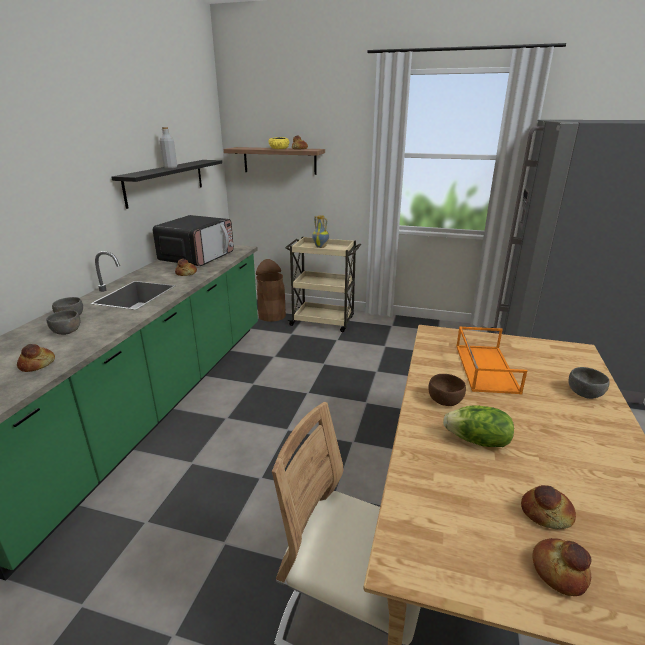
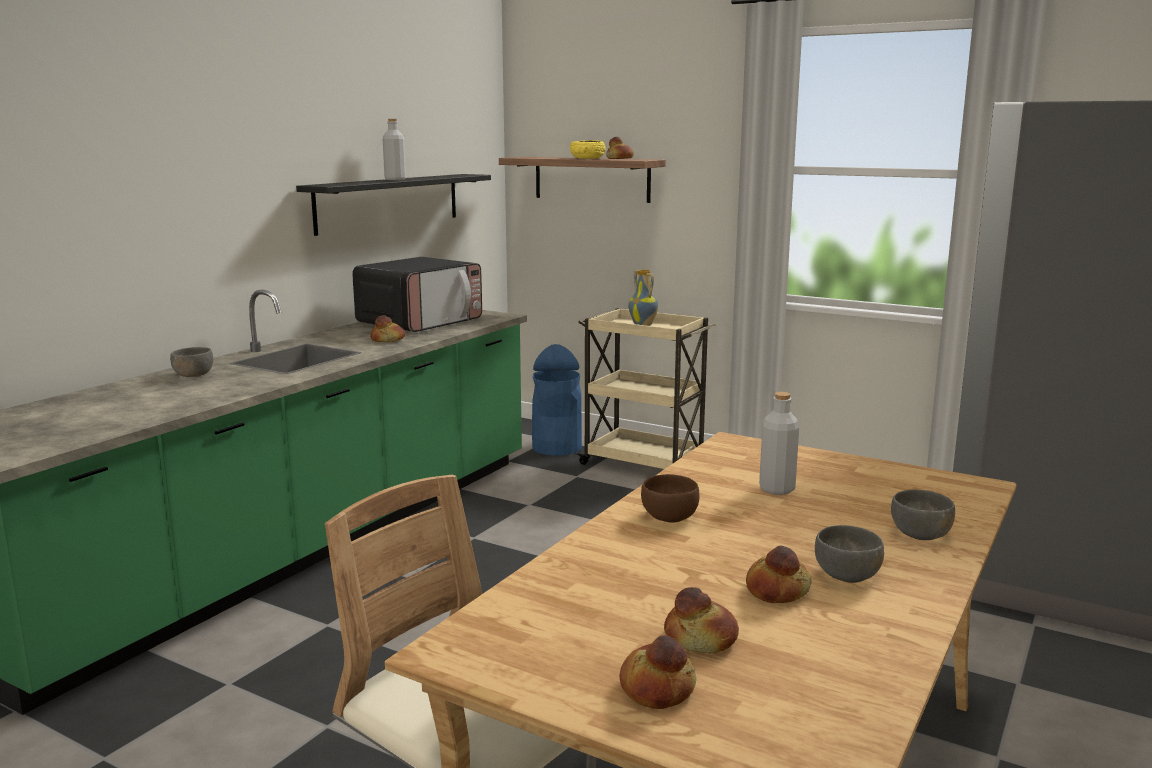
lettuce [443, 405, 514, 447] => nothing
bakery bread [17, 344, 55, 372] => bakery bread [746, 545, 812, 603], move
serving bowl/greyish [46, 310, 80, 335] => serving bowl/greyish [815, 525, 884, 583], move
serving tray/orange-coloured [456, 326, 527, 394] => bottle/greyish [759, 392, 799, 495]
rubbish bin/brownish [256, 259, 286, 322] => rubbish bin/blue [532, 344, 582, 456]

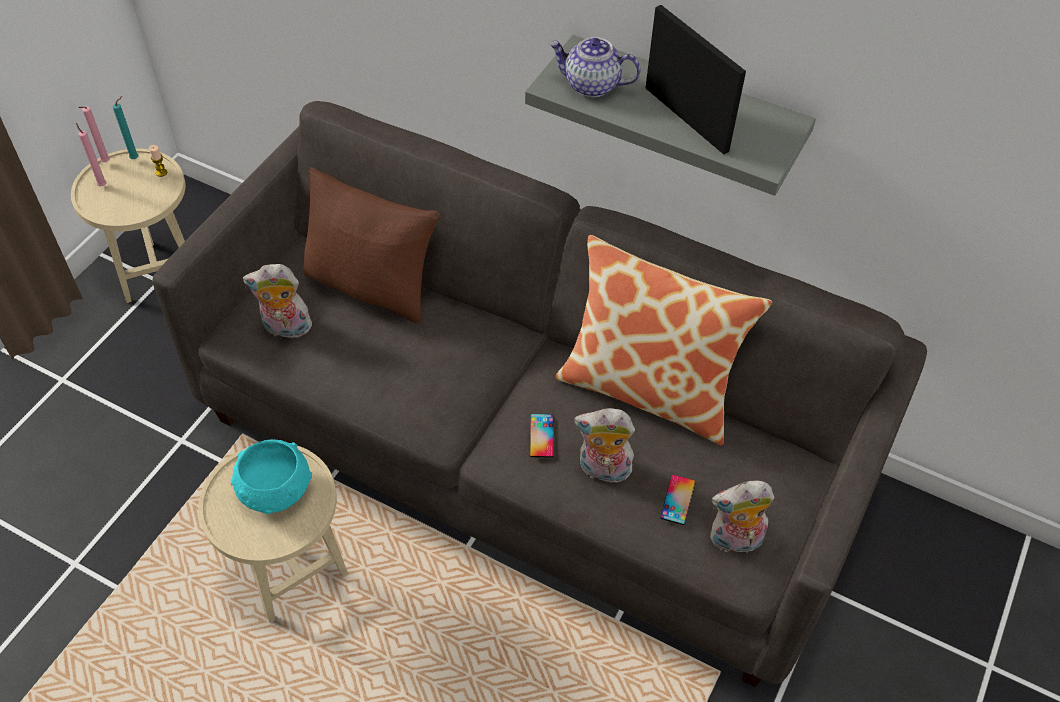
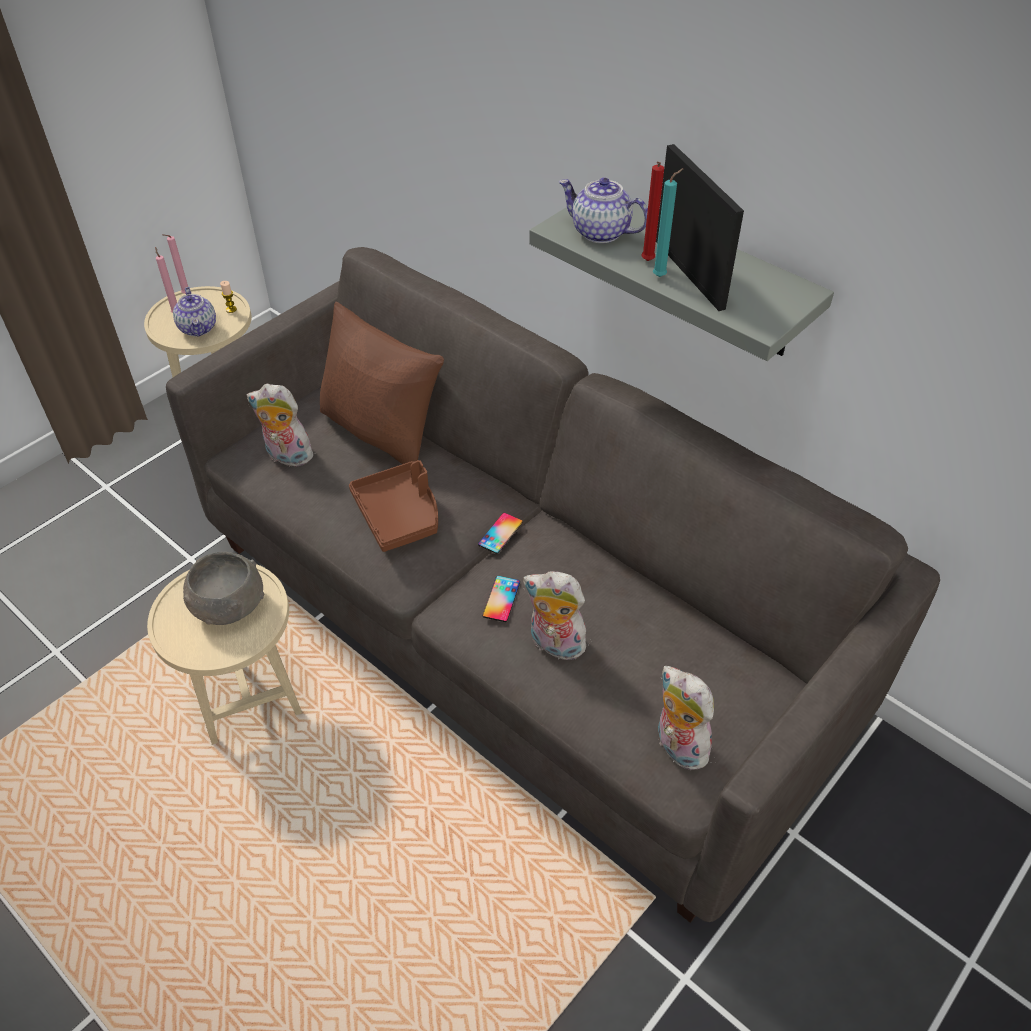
throw pillow [555, 235, 772, 445] => nothing
nothing => pot for tea [173, 287, 216, 337]
nothing => serving tray/brownish [349, 460, 438, 552]
nothing => candle/reddish [642, 161, 664, 261]
candle/turquoise-coloured [112, 96, 139, 159] => candle/turquoise-coloured [653, 168, 684, 277], move
handset [660, 475, 696, 525] => handset [478, 513, 523, 554], move
serving bowl/turquoise-coloured [231, 439, 312, 514] => serving bowl/greyish [183, 552, 264, 625]
plush toy [710, 481, 775, 557] => plush toy [658, 666, 714, 770], 45 degrees clockwise

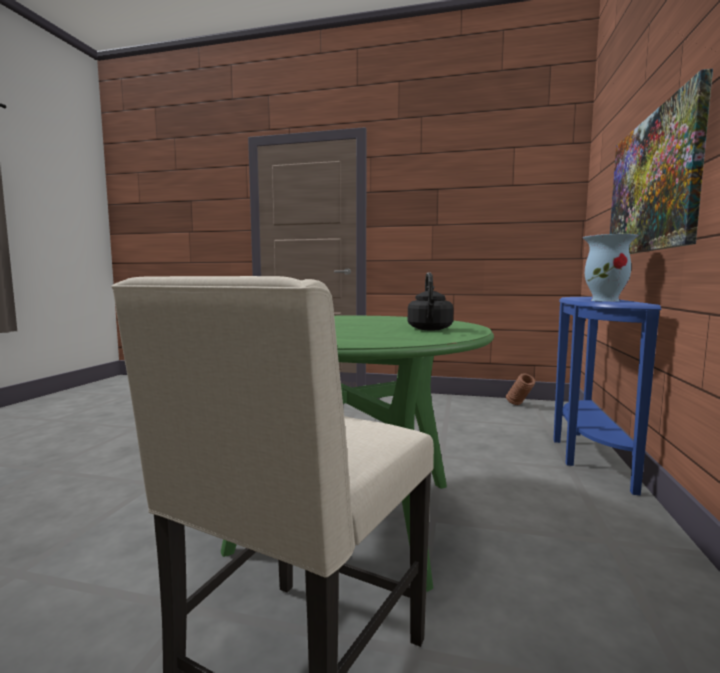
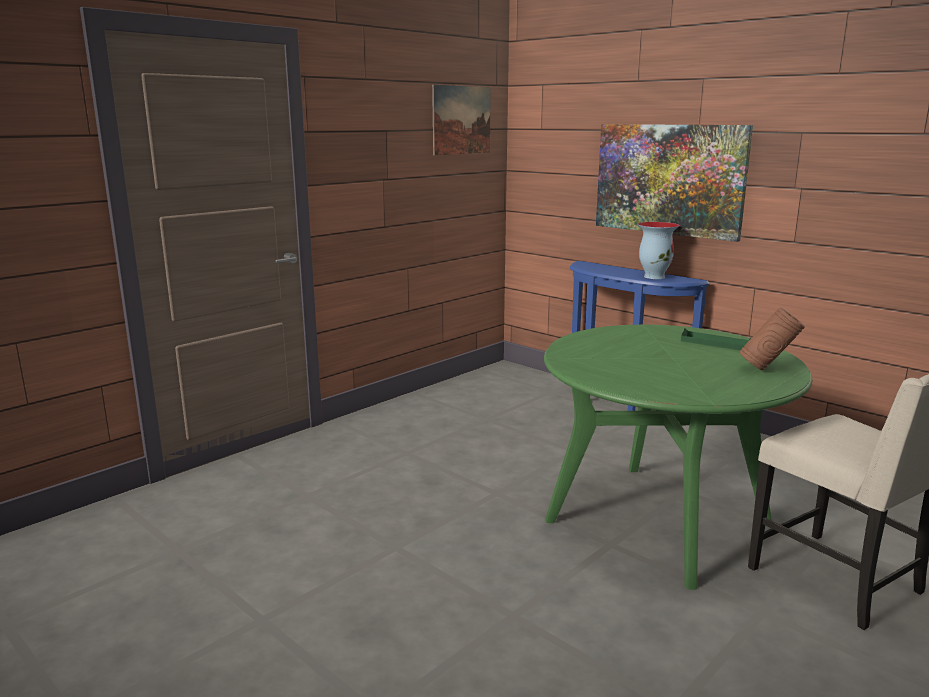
nothing => wall art [432, 85, 491, 155]
decorative vase/brownish [506, 373, 535, 405] => decorative vase/brownish [739, 308, 805, 371], move
tea kettle/black [408, 272, 454, 330] => serving tray/green [681, 328, 751, 350]

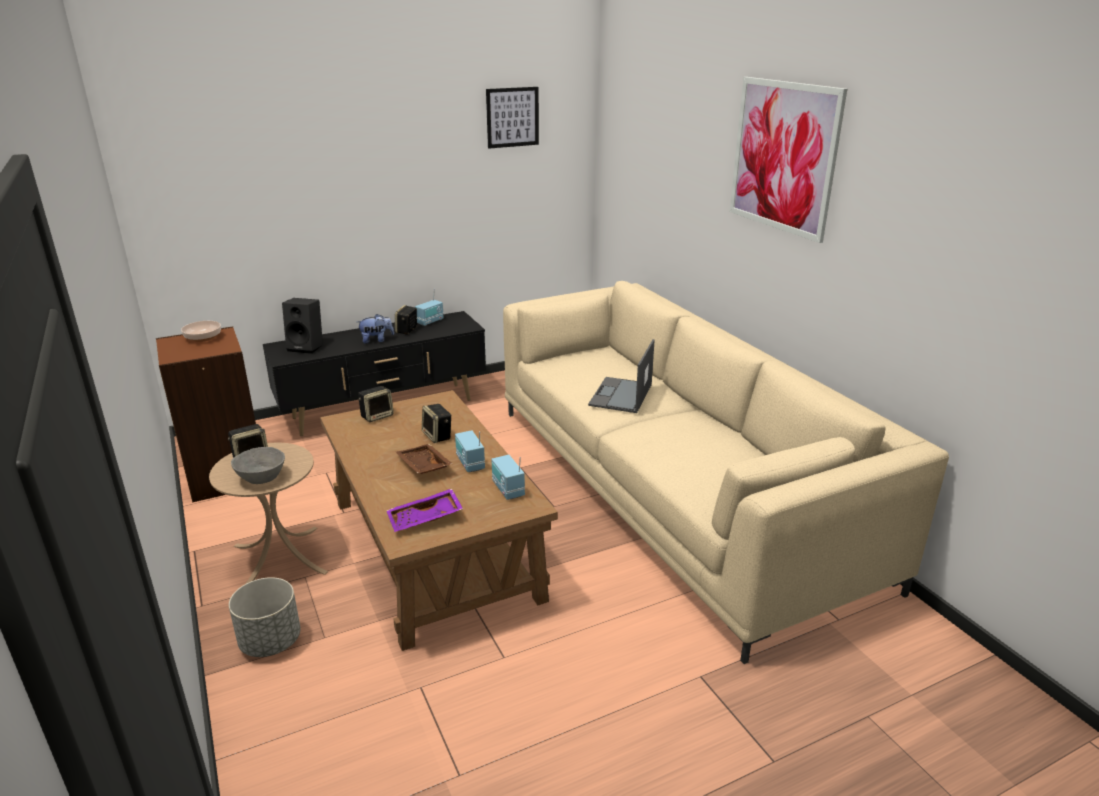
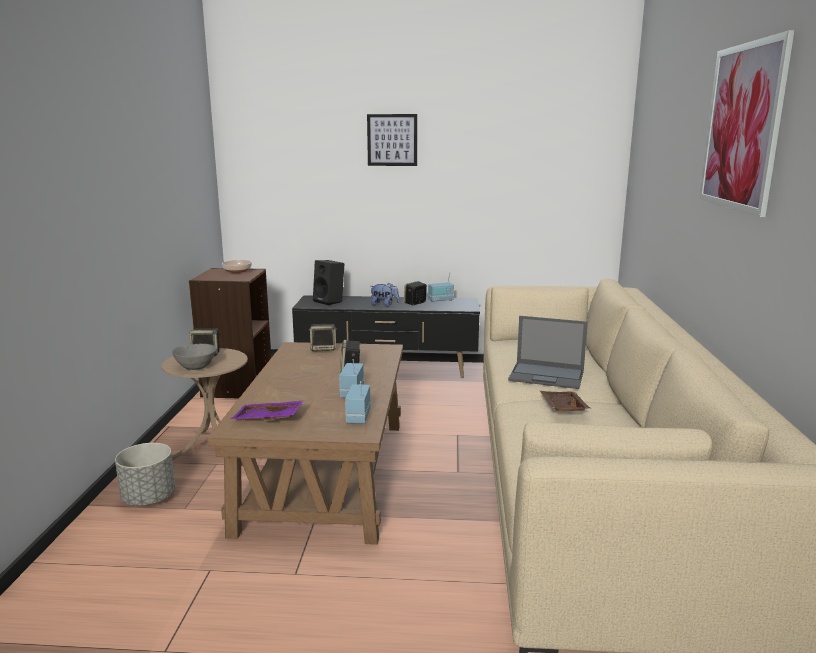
serving tray/brownish [396, 444, 453, 474] => serving tray/brownish [540, 391, 591, 411], move
wall art [486, 87, 539, 149] => wall art [367, 114, 417, 166], move
portable computer [588, 339, 655, 413] => portable computer [508, 316, 588, 389], 120 degrees counterclockwise

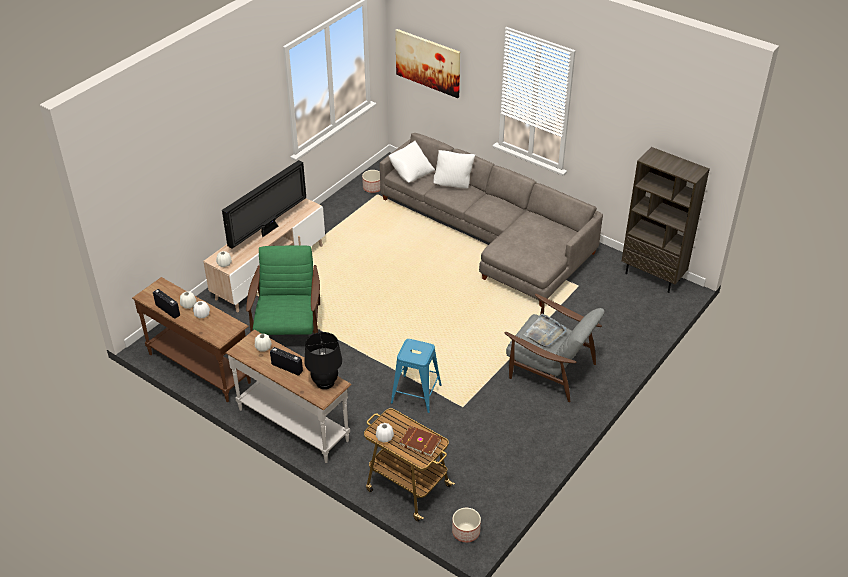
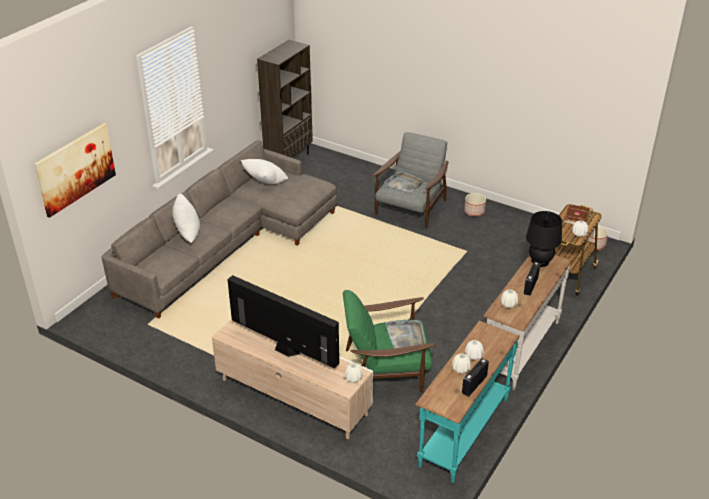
sitting stool/blue [391, 339, 441, 413] => nothing
nothing => serving tray/greyish [386, 320, 426, 348]
flower pot [362, 170, 380, 193] => flower pot [464, 193, 486, 217], move
throw pillow/white [389, 141, 435, 183] => throw pillow/white [241, 159, 288, 184], move
console table/brownish [132, 277, 251, 402] => console table/turquoise-coloured [415, 321, 520, 483]

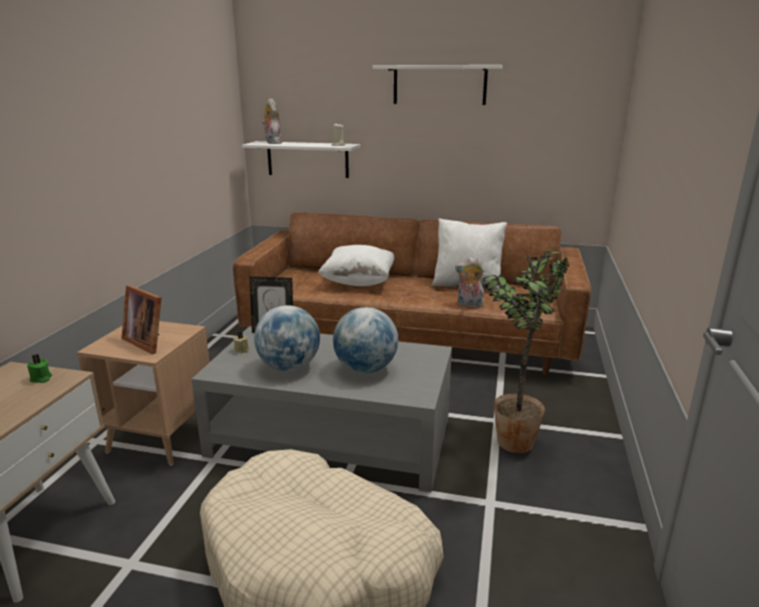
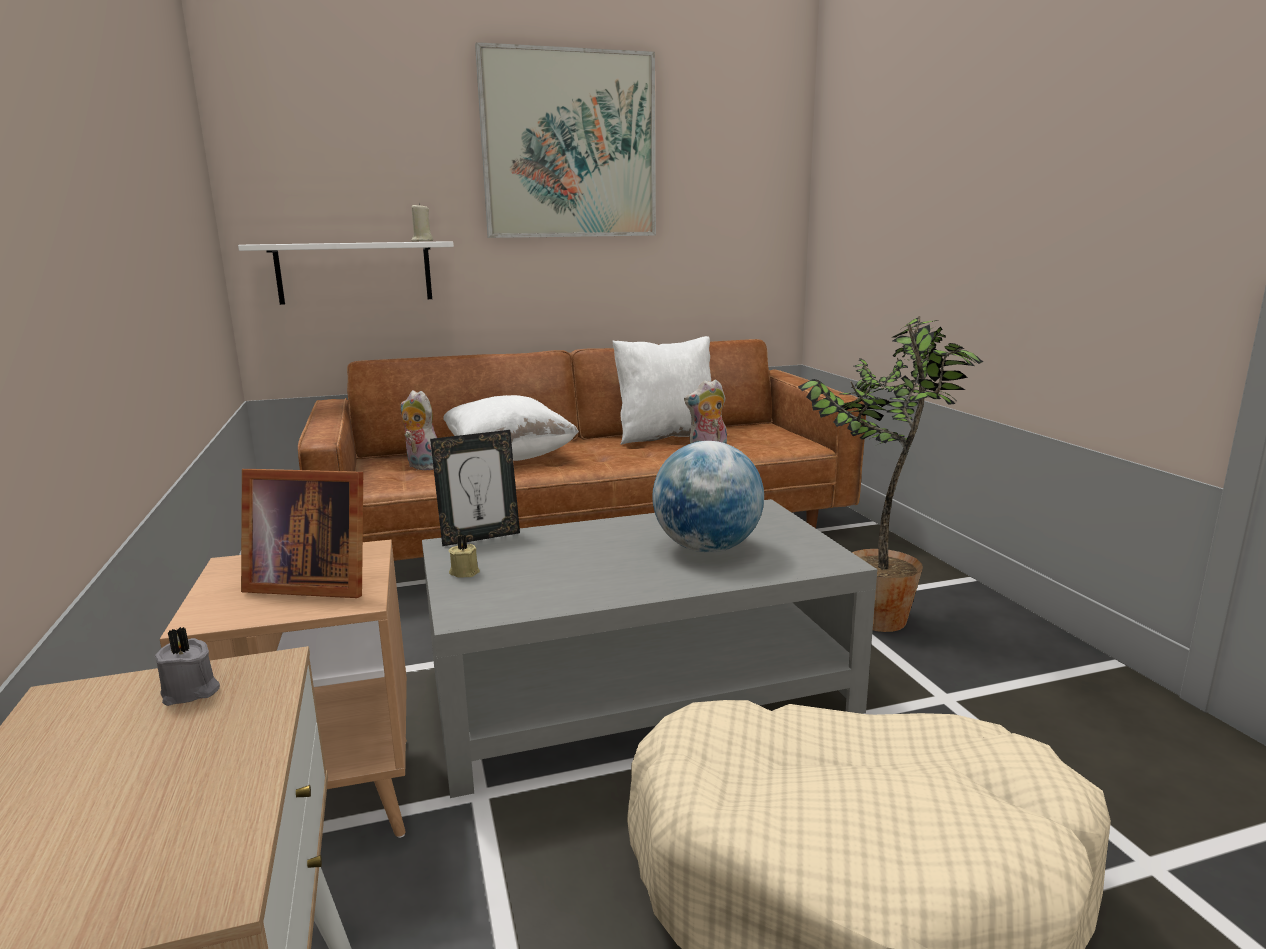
desk globe [254, 305, 320, 371] => nothing
plush toy [262, 99, 282, 144] => plush toy [401, 390, 437, 470], move
wall shelf/white [373, 65, 502, 105] => wall art [475, 42, 656, 238]
candle/green [27, 354, 52, 383] => candle/greyish [155, 627, 220, 706]

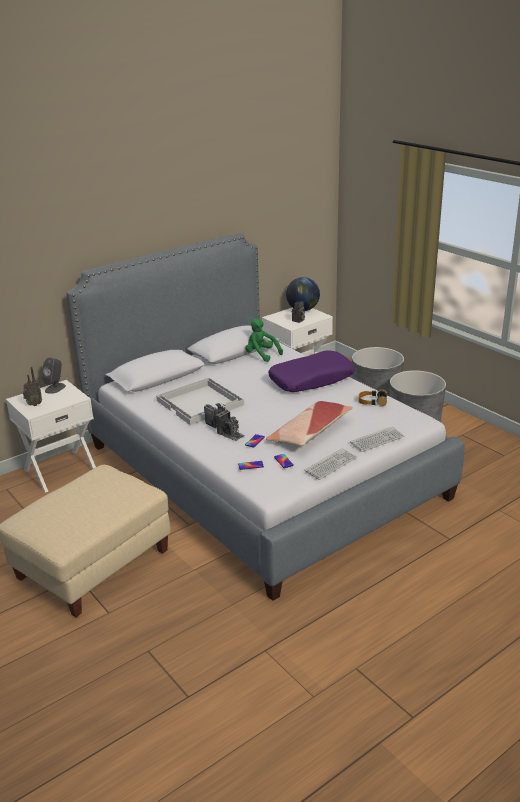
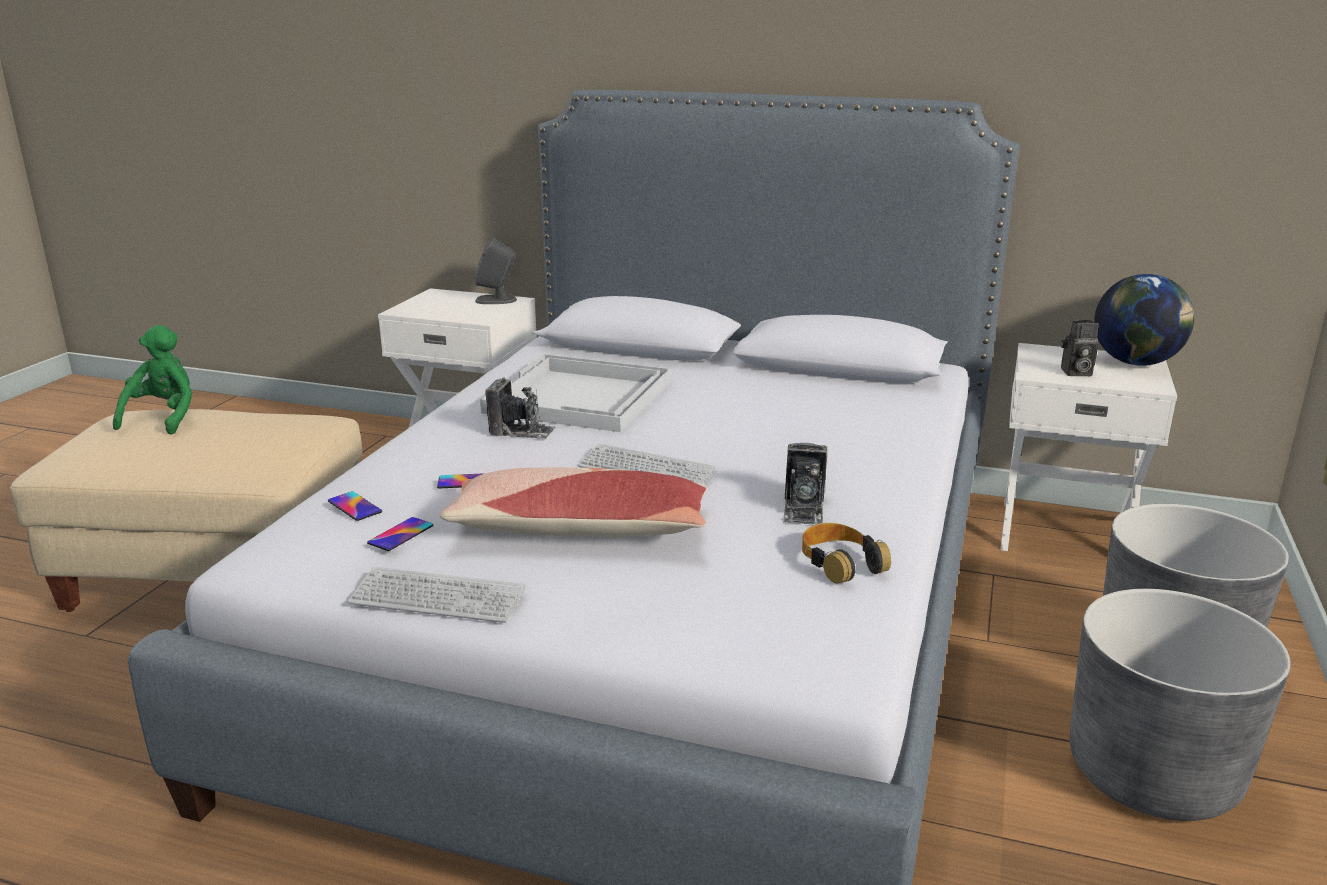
radio set [23, 367, 42, 406] => nothing
throw pillow/purple-coloured [268, 350, 355, 392] => nothing
still camera [216, 410, 245, 441] => still camera [784, 443, 828, 524], move
plush toy/green [245, 318, 283, 362] => plush toy/green [113, 325, 192, 435], move
PC keyboard [350, 426, 404, 452] => PC keyboard [577, 444, 715, 484], move

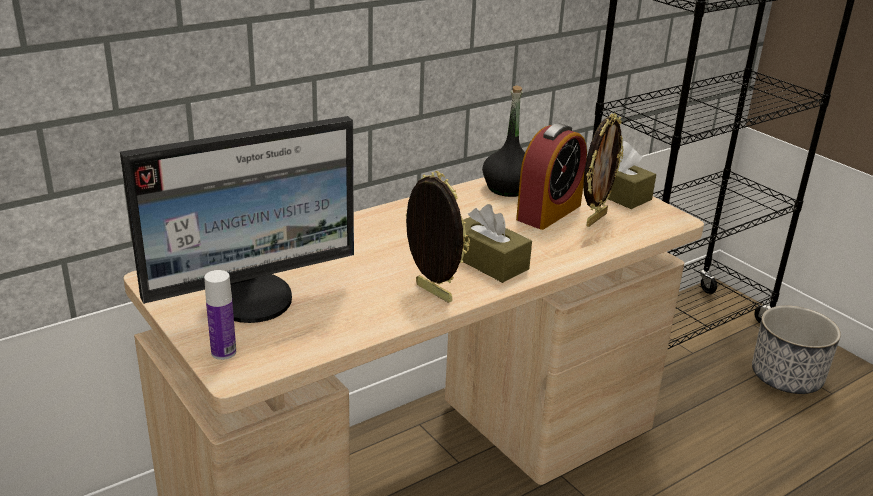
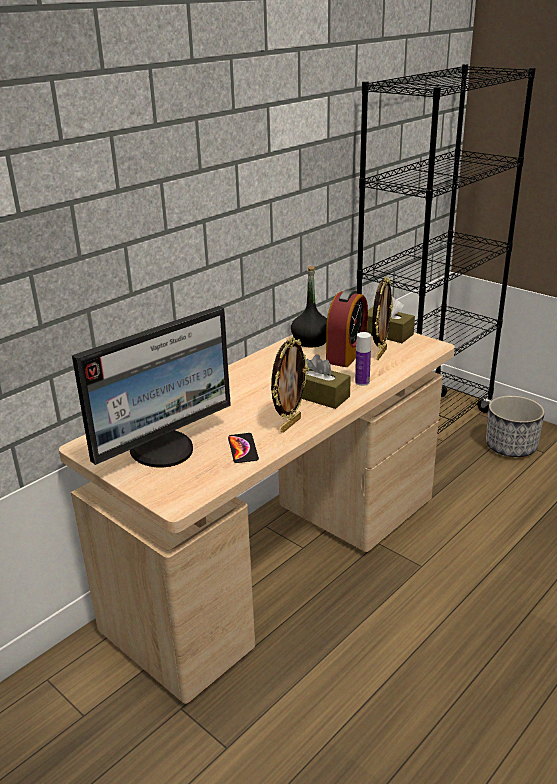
nothing => handset [228, 433, 259, 463]
bottle [204, 270, 236, 360] => bottle [355, 332, 371, 386], move
photo frame [405, 171, 470, 303] => photo frame [271, 337, 309, 433], 90 degrees clockwise

